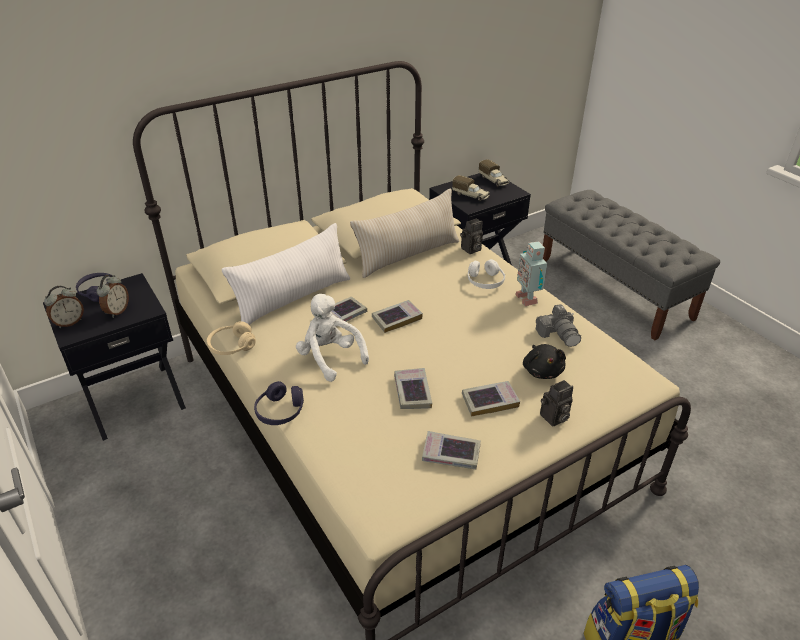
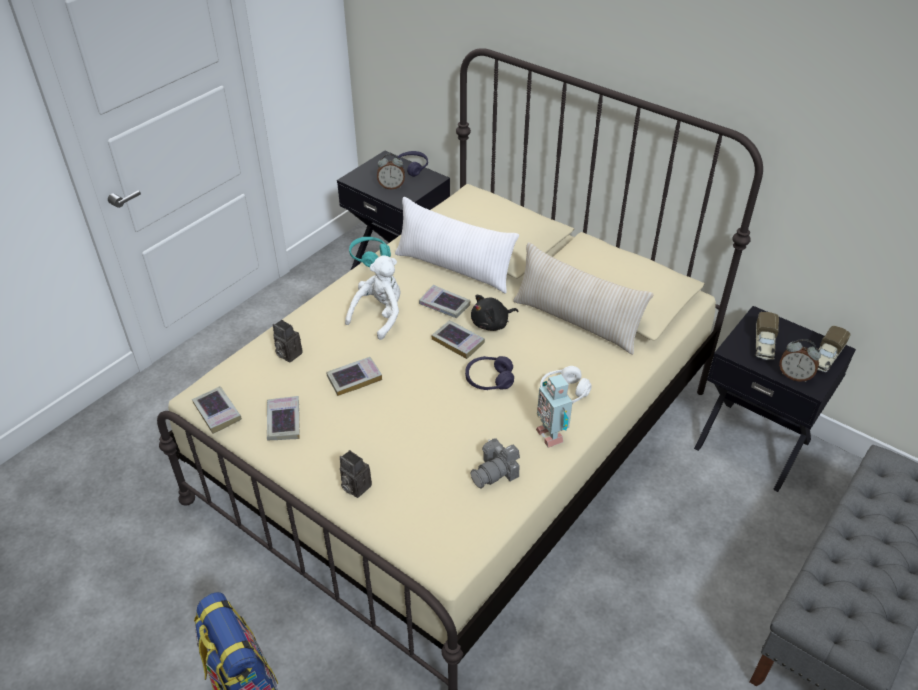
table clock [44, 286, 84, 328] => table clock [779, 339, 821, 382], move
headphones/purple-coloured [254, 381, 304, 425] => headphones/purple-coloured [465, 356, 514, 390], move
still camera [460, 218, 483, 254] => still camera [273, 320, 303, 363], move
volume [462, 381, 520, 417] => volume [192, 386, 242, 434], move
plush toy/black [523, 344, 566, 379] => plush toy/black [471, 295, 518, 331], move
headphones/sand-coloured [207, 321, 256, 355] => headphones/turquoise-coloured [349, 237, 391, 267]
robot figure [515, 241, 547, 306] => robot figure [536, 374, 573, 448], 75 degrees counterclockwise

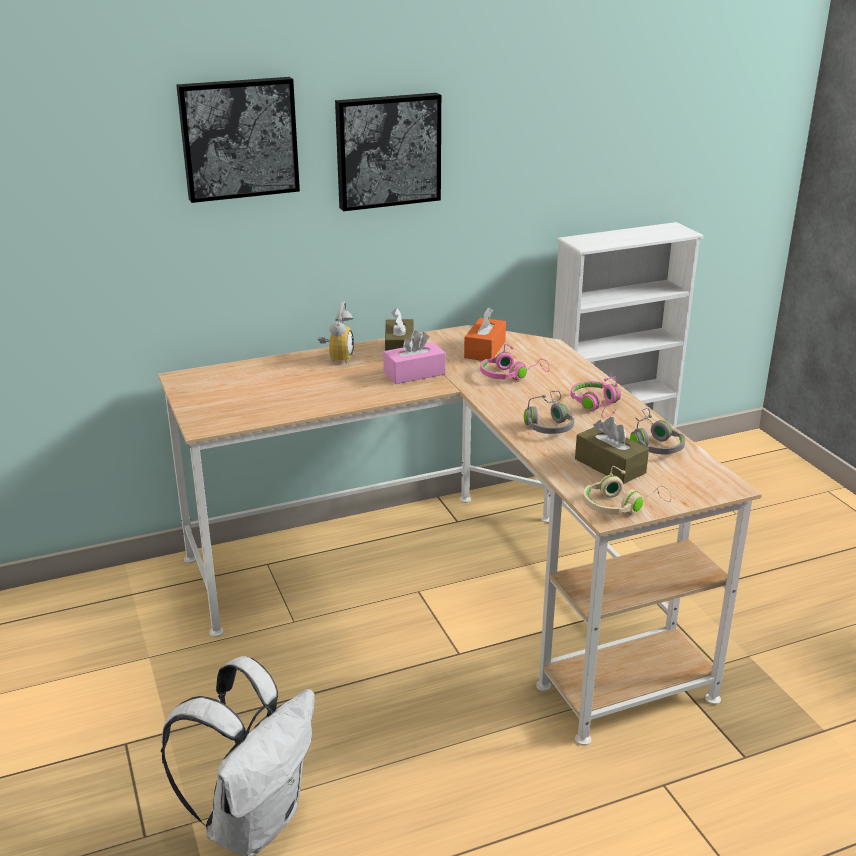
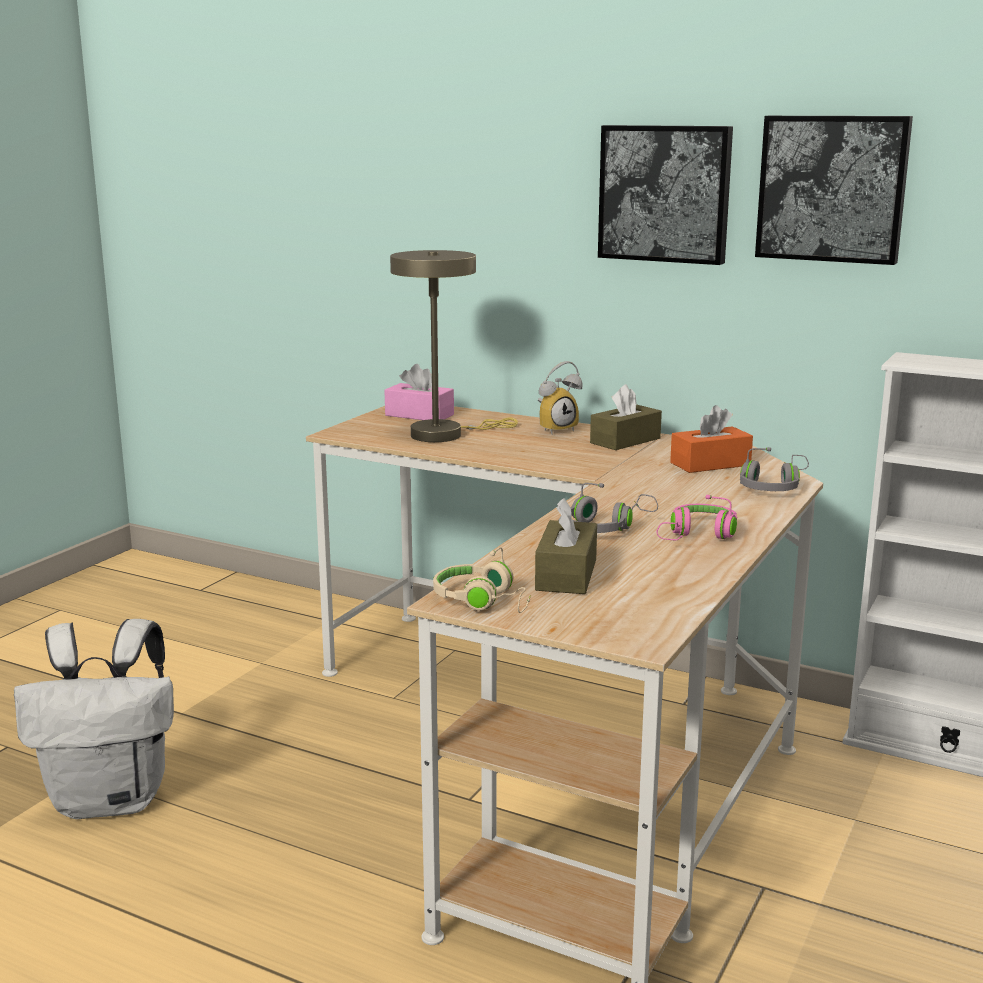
headphones/pink-coloured [480, 344, 550, 380] => nothing
nothing => table lamp/sand-coloured [390, 250, 518, 442]
wall art [176, 77, 300, 203] => wall art [755, 116, 913, 265], move
tissue box/pink-coloured [383, 331, 446, 384] => tissue box/pink-coloured [384, 364, 454, 420], move
headphones/greyish [630, 408, 685, 454] => headphones/greyish [740, 447, 809, 491], move

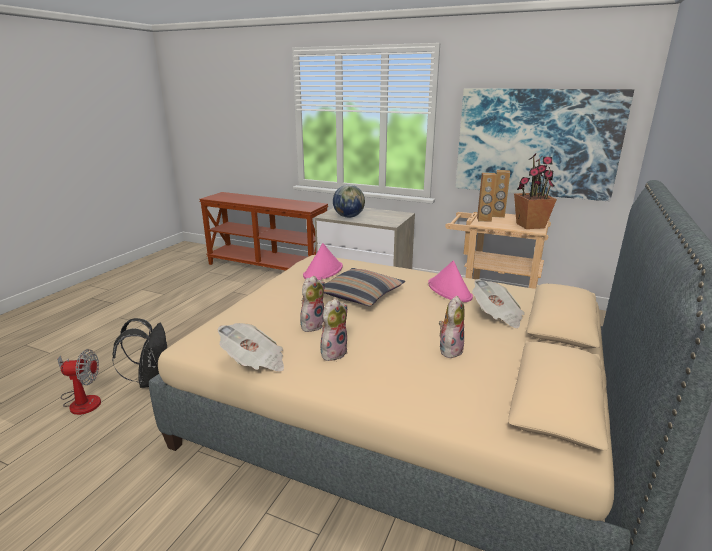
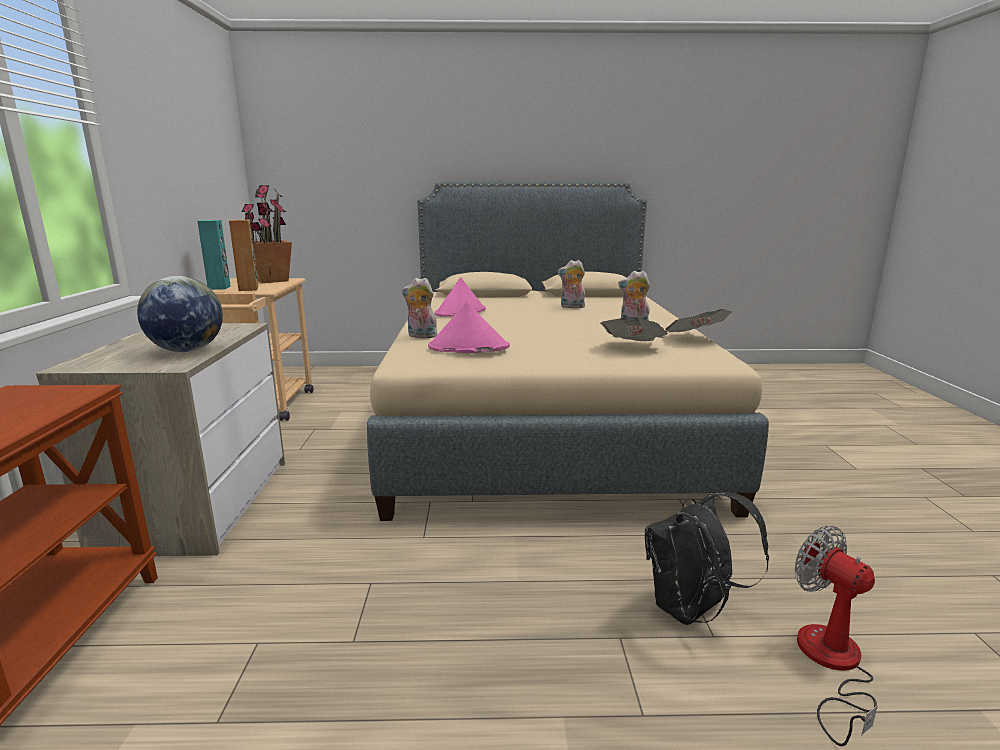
throw pillow [324, 268, 405, 306] => nothing
wall art [456, 88, 634, 201] => nothing
plush toy [300, 276, 325, 332] => plush toy [402, 278, 438, 338], move
daily paper [472, 279, 525, 329] => daily paper [600, 317, 668, 341], move
loudspeaker/brownish [492, 170, 510, 218] => loudspeaker/turquoise-coloured [197, 220, 231, 290]

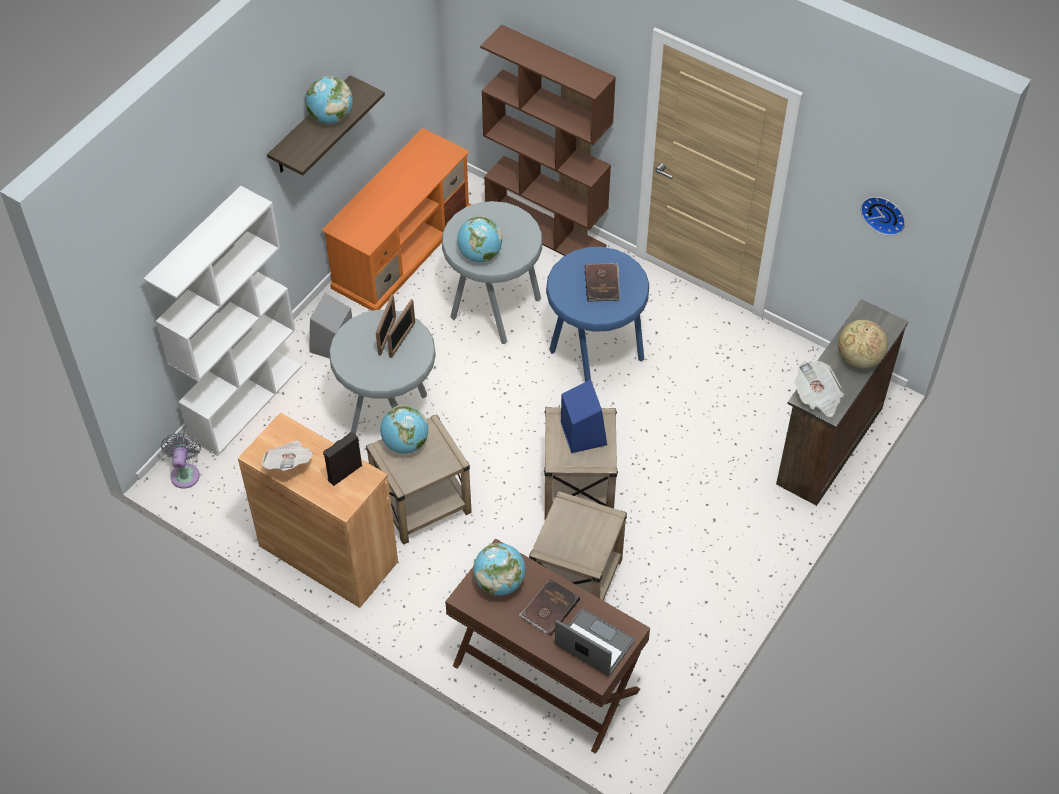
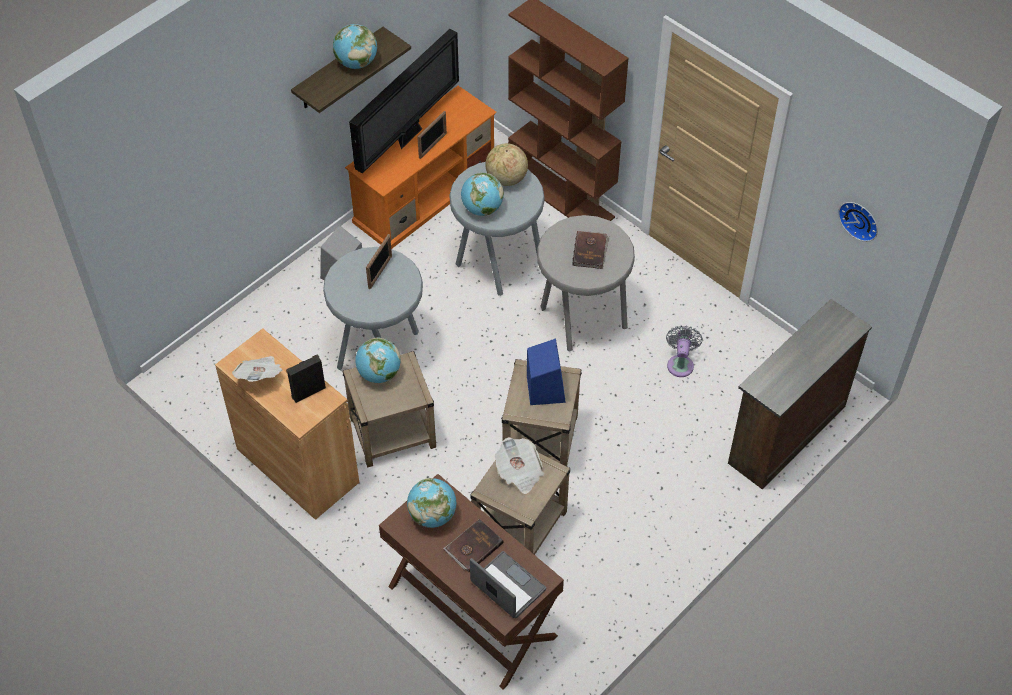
bookcase/white [143, 186, 302, 456] => nothing
nothing => TV [349, 29, 459, 173]
cooling fan/greyish [161, 433, 201, 489] => cooling fan/greyish [666, 325, 703, 377], move
photo frame [387, 299, 415, 358] => photo frame [417, 111, 447, 159], move
daily paper [794, 361, 844, 417] => daily paper [495, 437, 544, 494], move
desk globe [838, 320, 888, 369] => desk globe [485, 143, 528, 186], move
sitting stool/blue [546, 247, 649, 382] => sitting stool/greyish [537, 215, 635, 352]

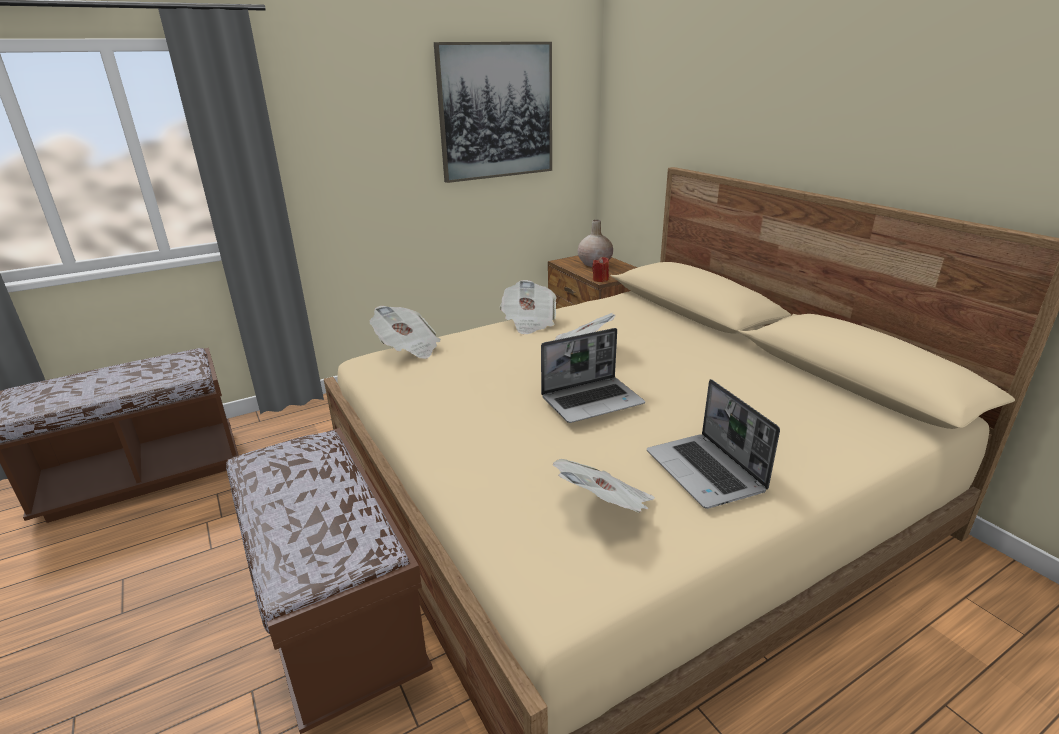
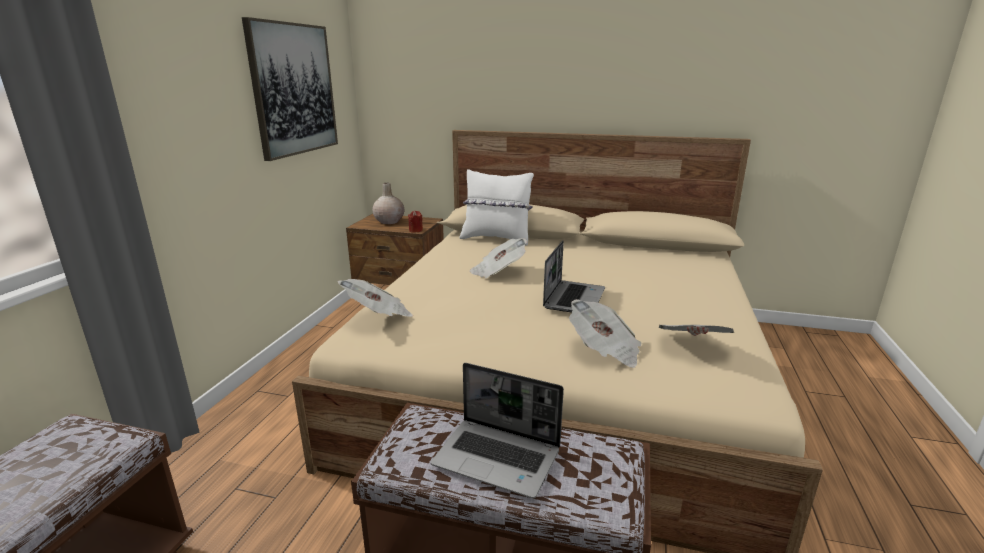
nothing => throw pillow/white [460, 169, 534, 246]
daily paper [500, 280, 556, 334] => daily paper [569, 299, 641, 368], move
portable computer [647, 379, 780, 509] => portable computer [431, 363, 564, 498], move

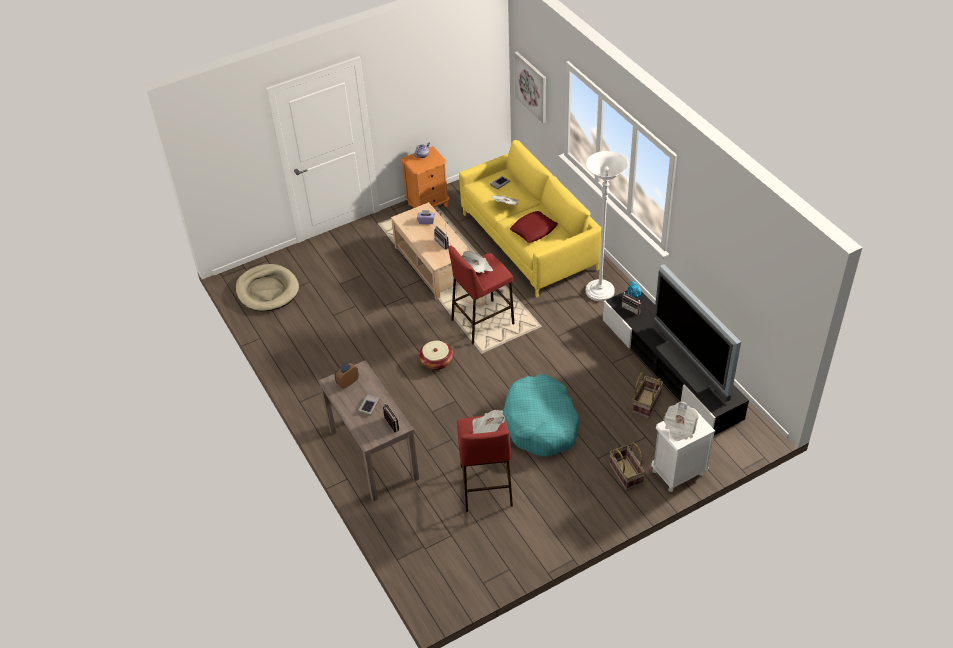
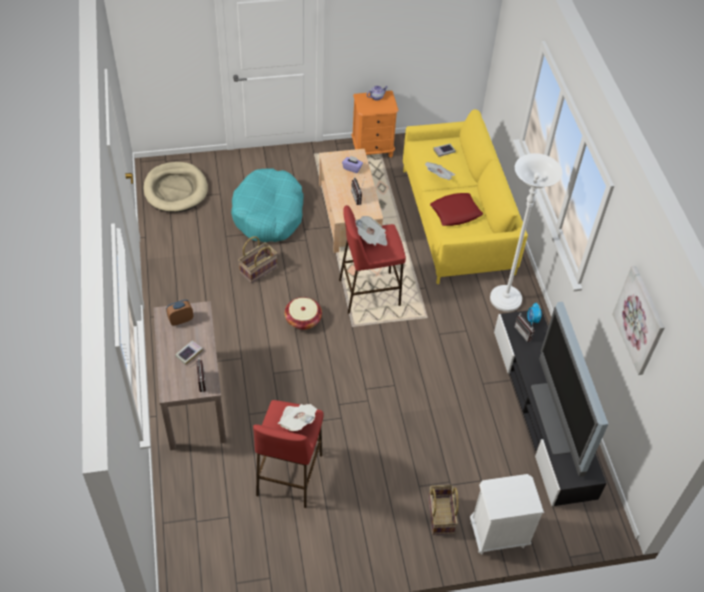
daily paper [664, 402, 698, 442] => nothing
dog cushion/turquoise-coloured [503, 374, 580, 456] => dog cushion/turquoise-coloured [231, 168, 304, 242], move
wall art [514, 52, 546, 123] => wall art [612, 265, 665, 375], move
basket [632, 372, 663, 419] => basket [238, 236, 278, 283], move

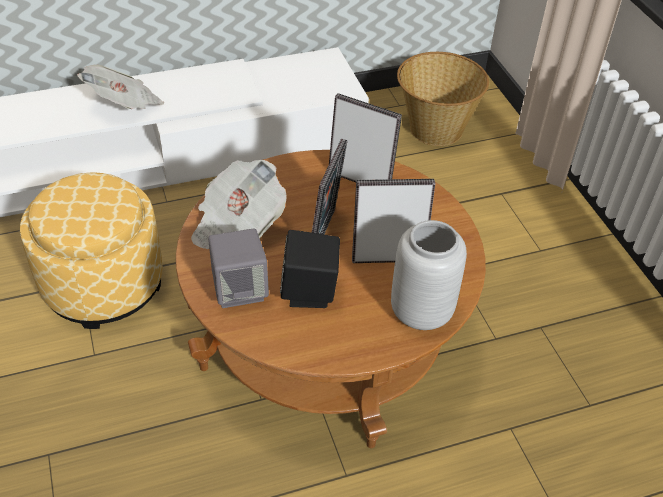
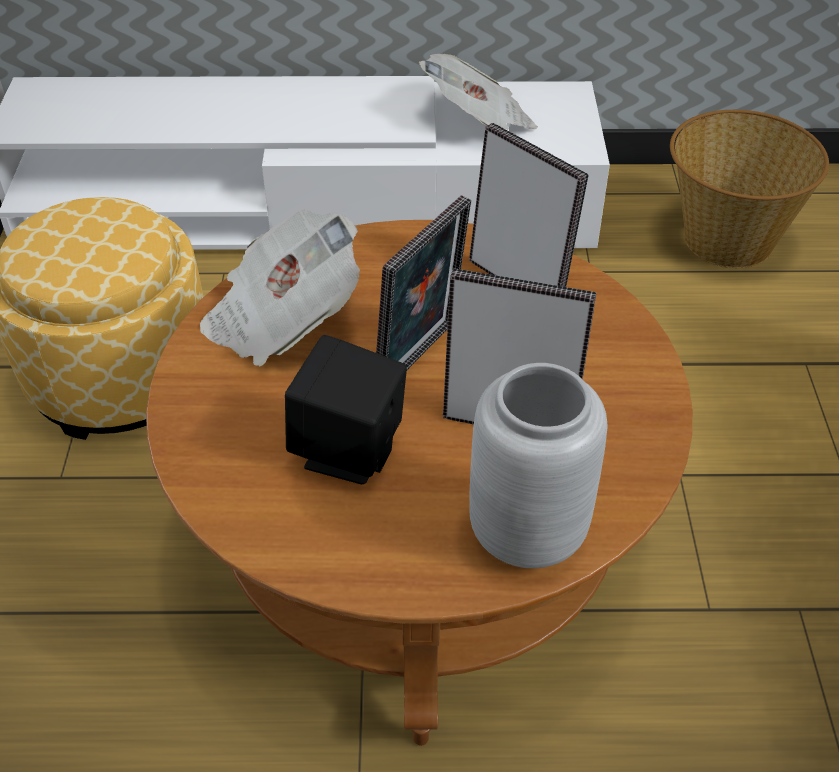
loudspeaker/greyish [208, 228, 269, 308] => nothing
daily paper [77, 65, 164, 109] => daily paper [419, 54, 538, 130], move

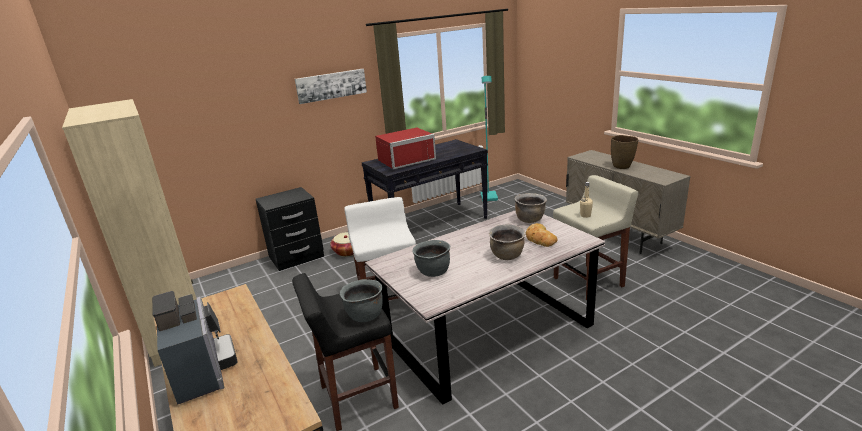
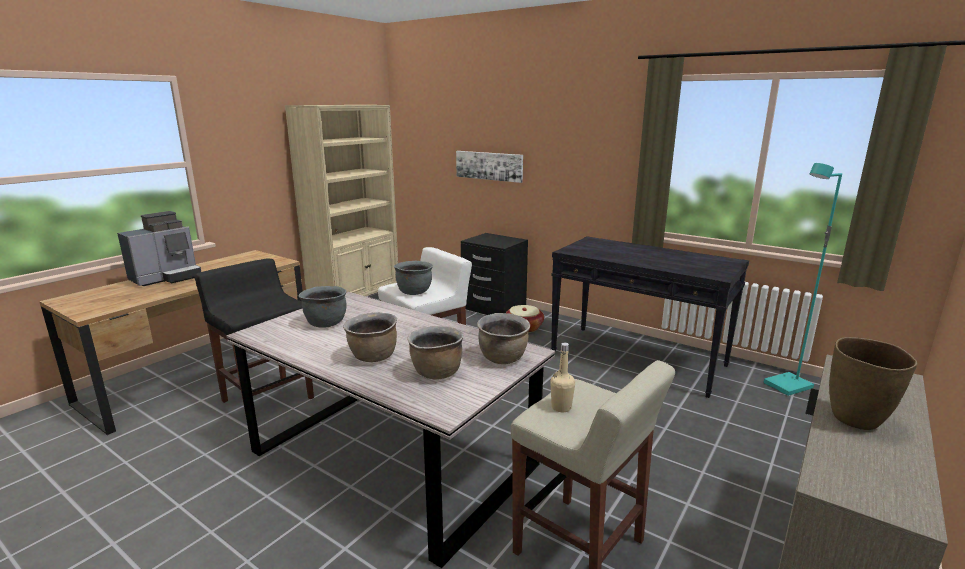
microwave/reddish [375, 128, 436, 169] => nothing
wall art [295, 69, 367, 104] => wall art [456, 151, 523, 183], move
saucepot/greyish [340, 279, 383, 322] => saucepot/greyish [394, 261, 433, 295], move
bakery bread [526, 223, 557, 247] => saucepot/brownish [407, 326, 464, 380]

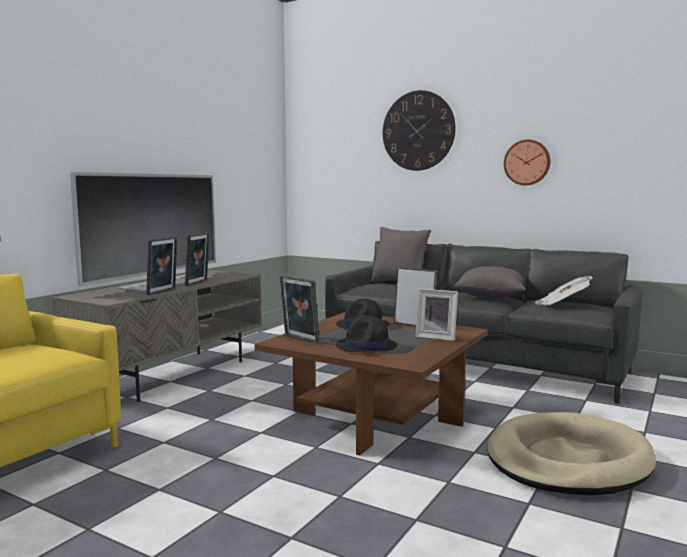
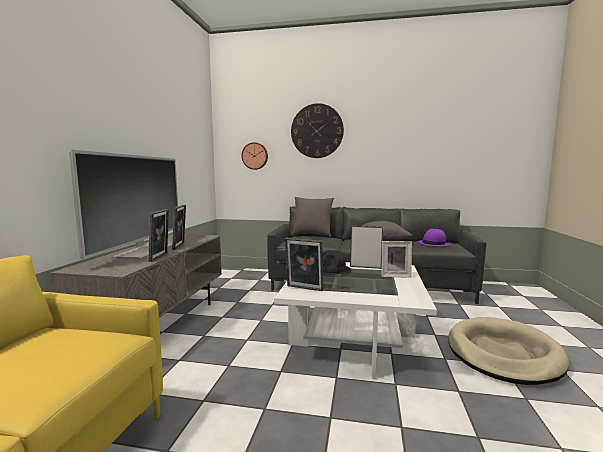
clothing hat/black [335, 315, 397, 352] => nothing
wall clock [504, 140, 551, 185] => wall clock [241, 142, 268, 170], move
daily paper [535, 276, 593, 305] => clothing hat/purple-coloured [417, 228, 451, 246]
low table/brownish [254, 312, 488, 456] => low table/white [274, 262, 437, 379]

